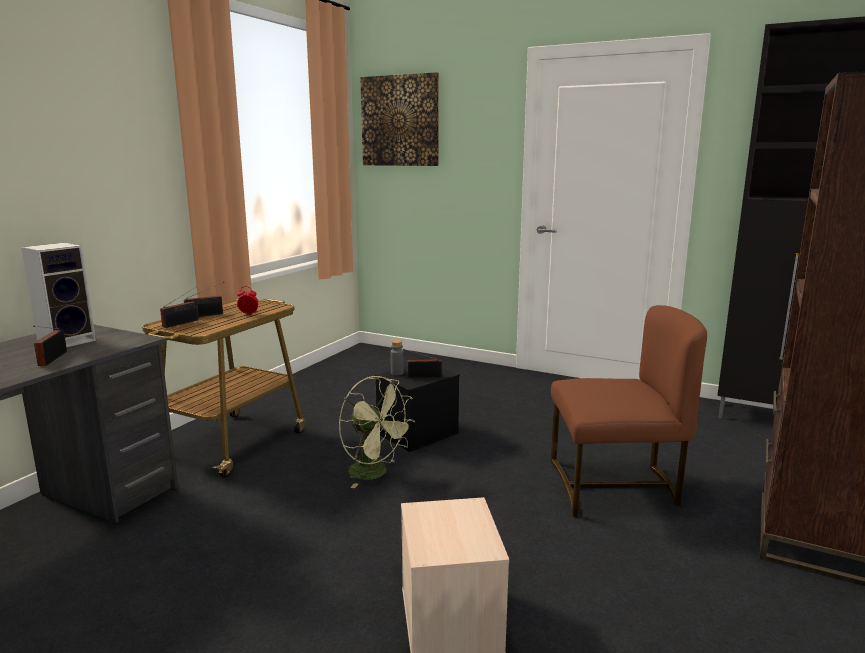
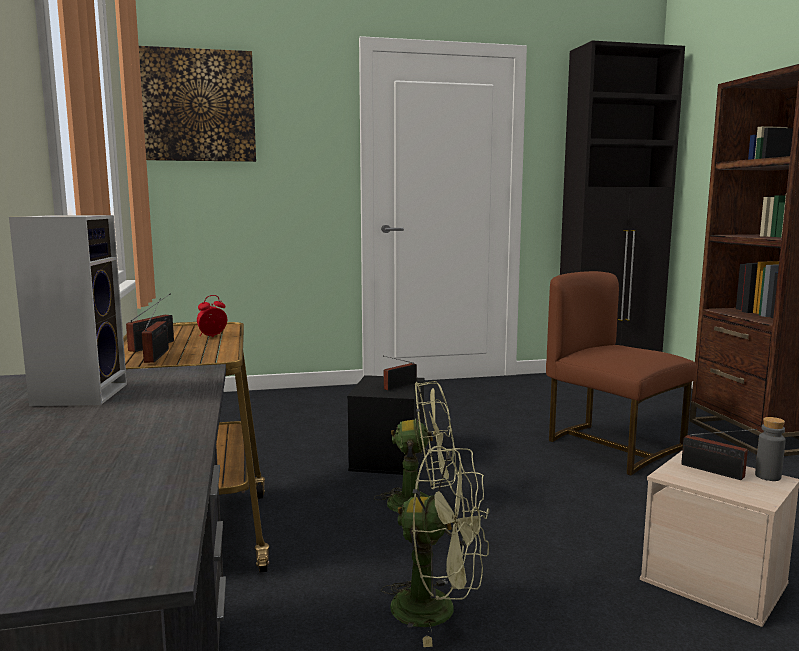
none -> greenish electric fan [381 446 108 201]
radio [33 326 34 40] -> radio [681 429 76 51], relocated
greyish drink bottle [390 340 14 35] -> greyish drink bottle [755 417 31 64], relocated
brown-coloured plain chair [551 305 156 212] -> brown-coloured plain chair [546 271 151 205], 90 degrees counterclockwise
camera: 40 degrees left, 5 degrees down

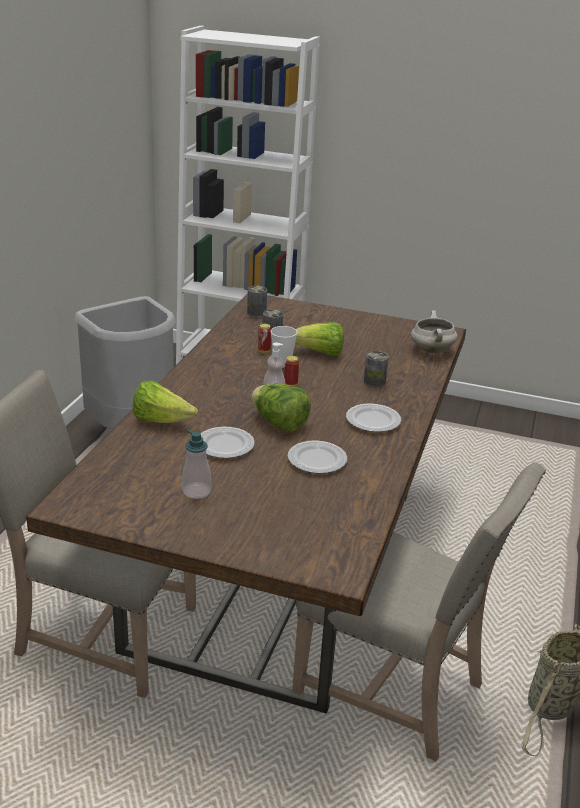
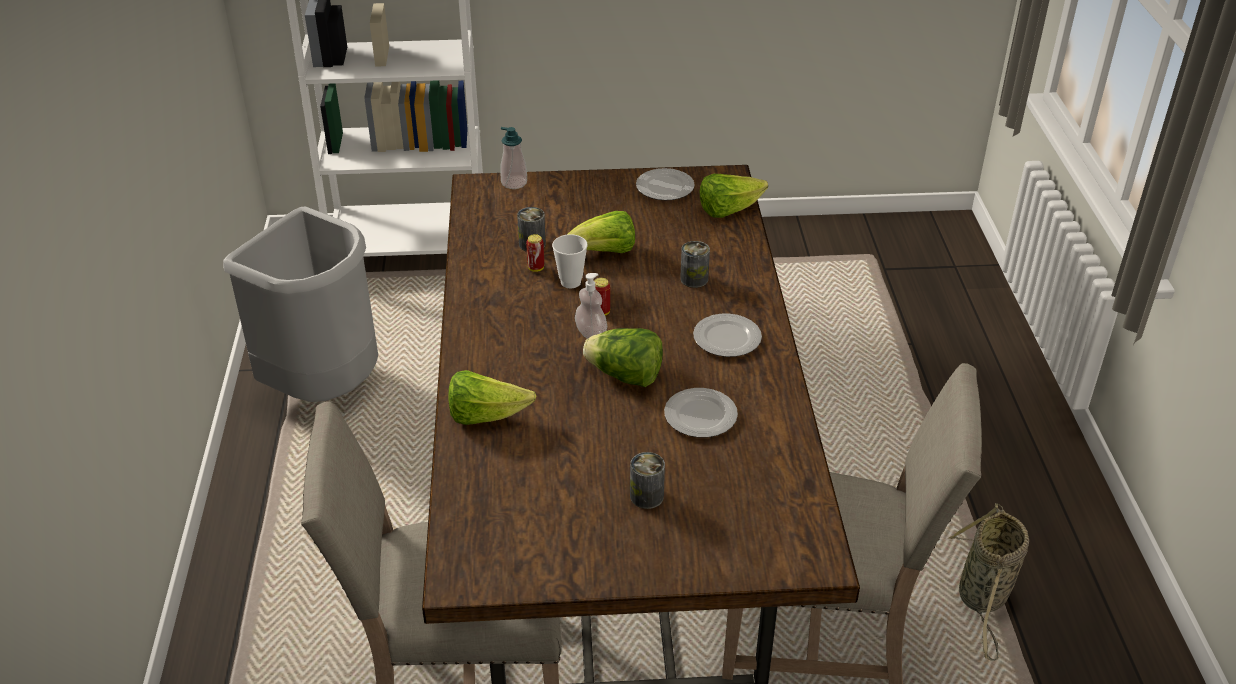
liquid soap bottle [182 429 29 70] -> liquid soap bottle [500 127 27 62], relocated
dinner plate [201 427 54 31] -> dinner plate [636 168 59 32], relocated
can [247 286 20 31] -> can [630 452 35 57], relocated
whitish saucepot [411 310 47 44] -> lettuce [700 174 68 44]
camera: 20 degrees left, 10 degrees up

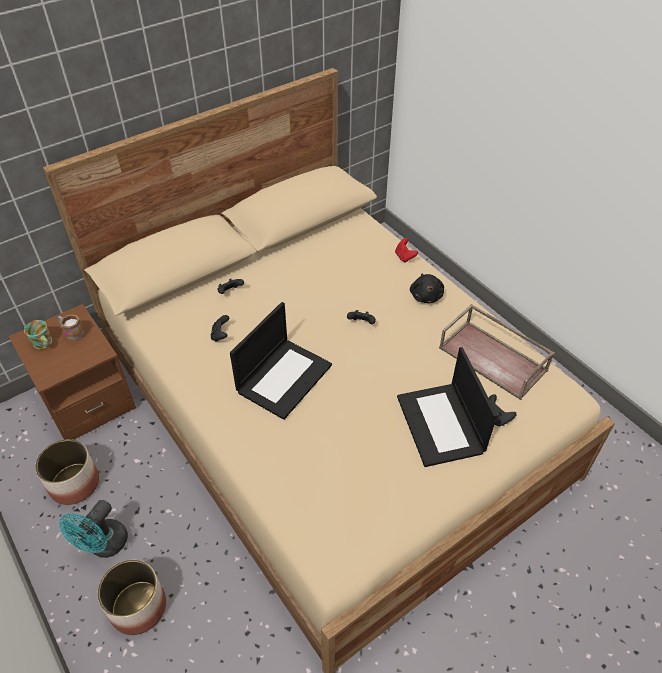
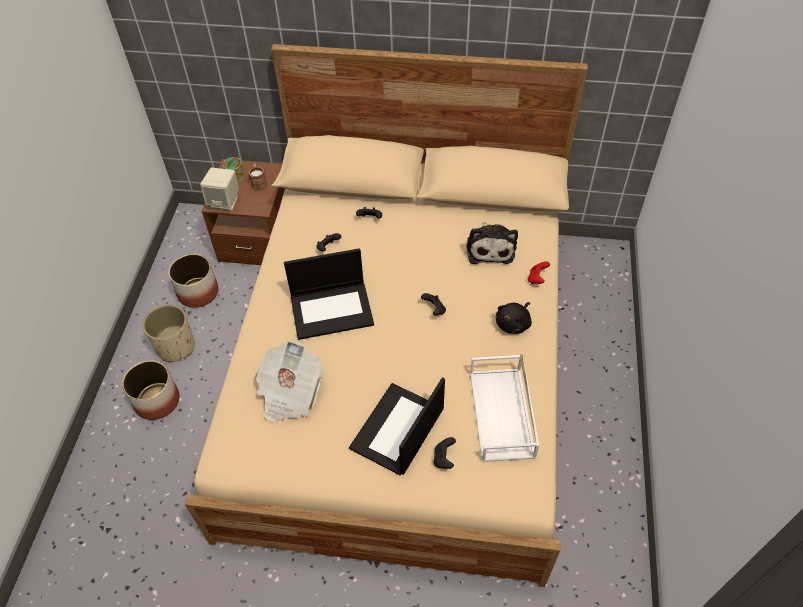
none -> sand-coloured audio speaker [200 168 39 42]
none -> printed paper [255 340 69 82]
none -> soft toy [466 222 52 42]
turquoise electric fan [59 500 69 58] -> sand-coloured flower pot [143 304 52 58]
brown-coloured carrying tray [439 304 115 96] -> whitish carrying tray [470 354 69 108]
camera: 45 degrees right, 5 degrees up

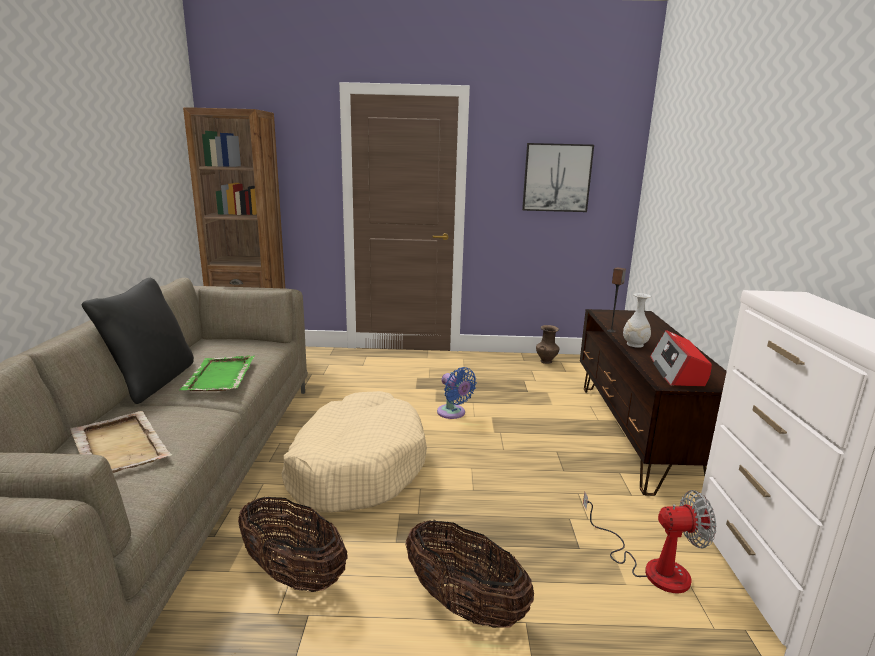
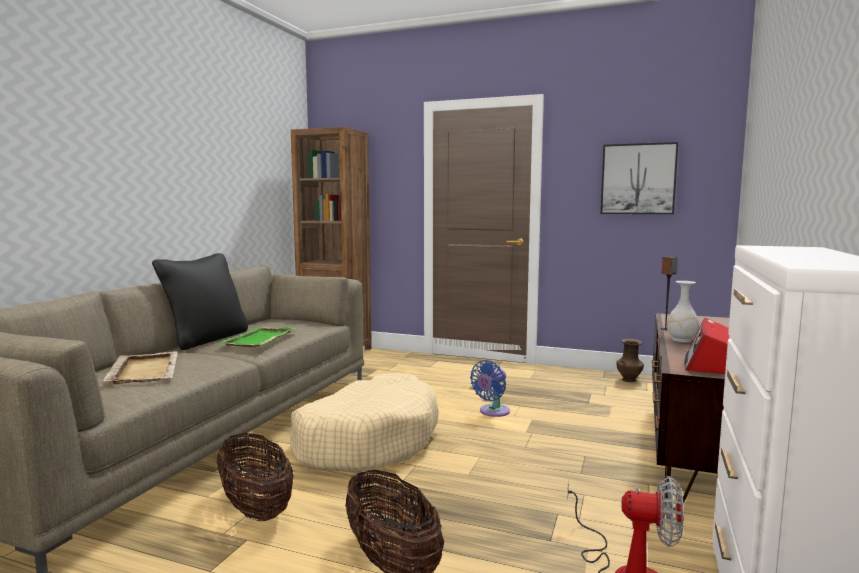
blue electric fan [437 367 40 52] -> blue electric fan [470 360 40 57], 60 degrees clockwise
camera: 20 degrees right, 10 degrees down

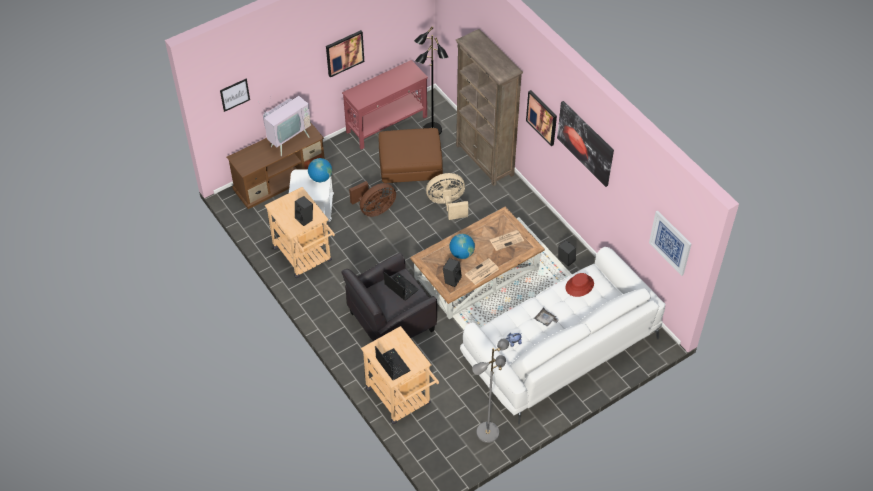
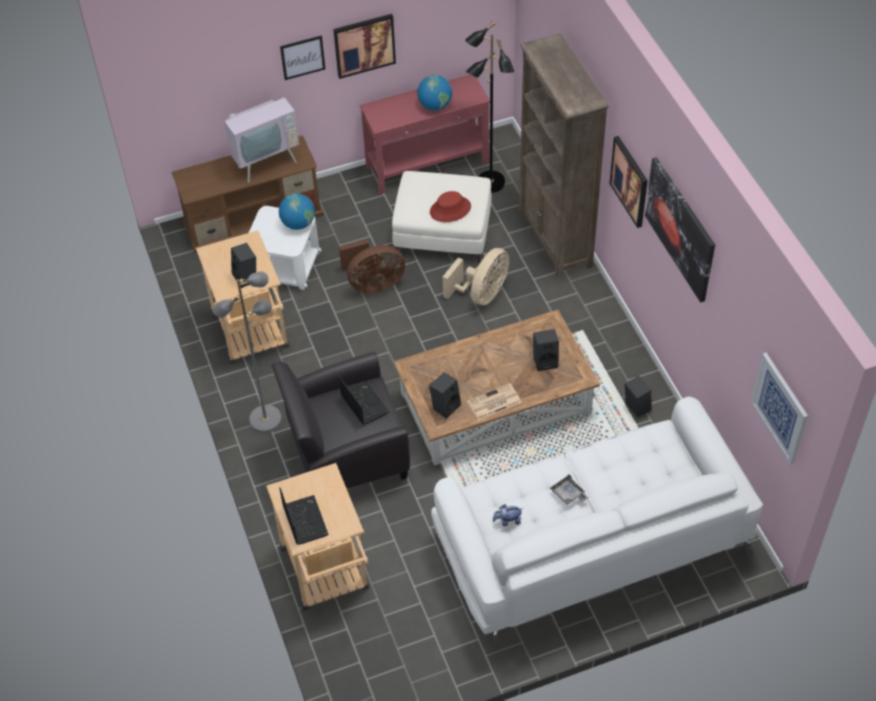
wall picture [220 79 30 33] -> wall picture [280 35 45 45], relocated
desk globe [450 234 25 25] -> desk globe [417 75 35 35], relocated
greyish standard lamp [472 338 37 105] -> greyish standard lamp [213 271 69 162], relocated
reddish hat [565 273 29 24] -> reddish hat [430 191 41 31], relocated
printed paper [490 230 34 21] -> black-coloured audio speaker [533 329 26 42]
brown-coloured ottoman [378 128 65 61] -> whitish ottoman [392 171 100 93]
sand-coloured electric fan [426 173 42 47] -> sand-coloured electric fan [443 248 66 57], 120 degrees clockwise
camera: 15 degrees right, 0 degrees up

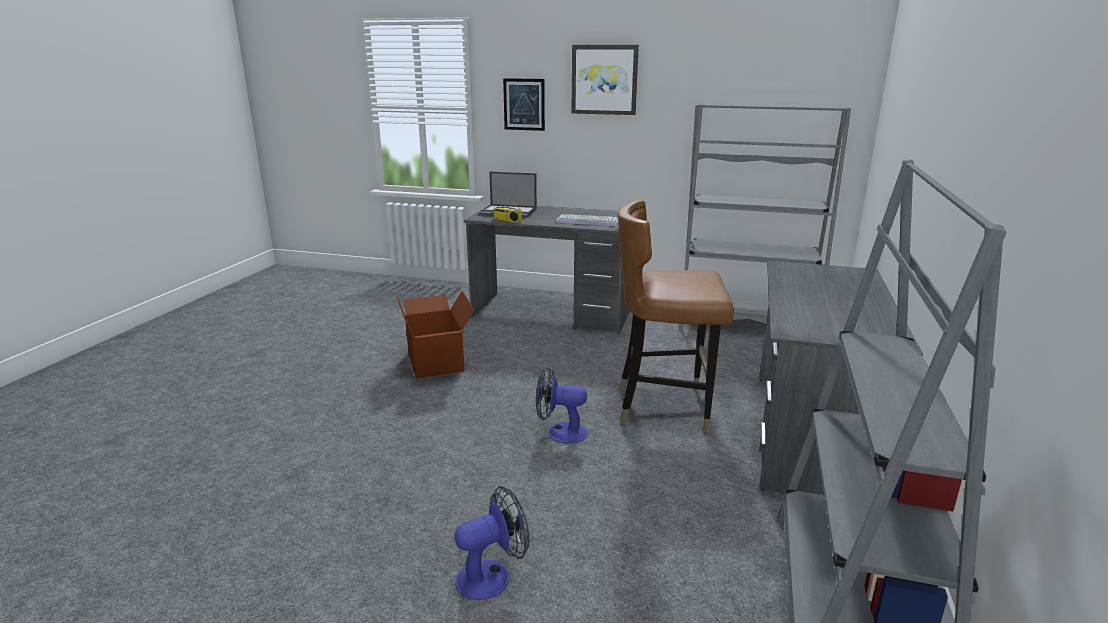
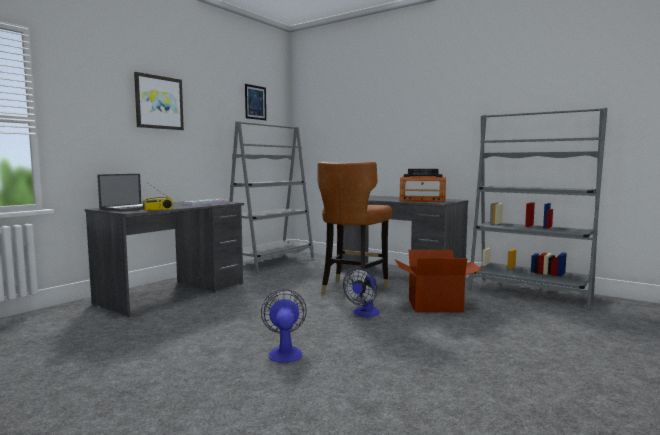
none -> radio [399 169 47 33]
cardboard box [396 291 78 88] -> cardboard box [395 250 88 62], relocated
electric fan [455 486 75 114] -> electric fan [261 289 46 74], relocated
wall picture [503 78 42 53] -> wall picture [245 84 21 36], relocated
camera: 70 degrees left, 15 degrees down

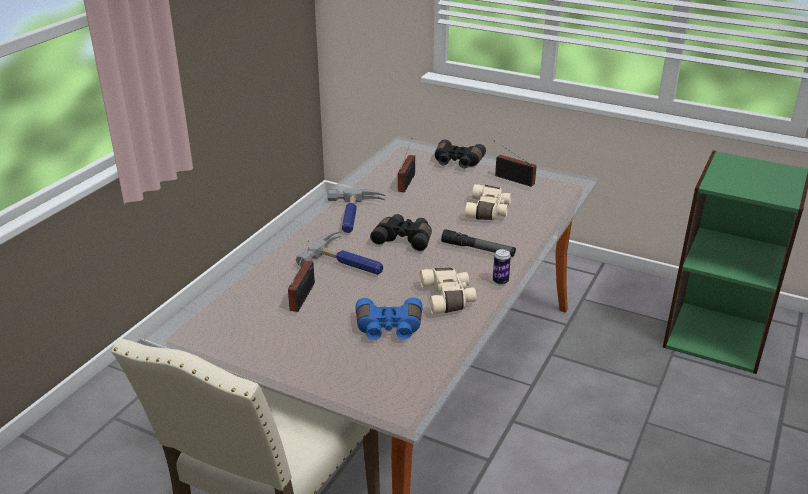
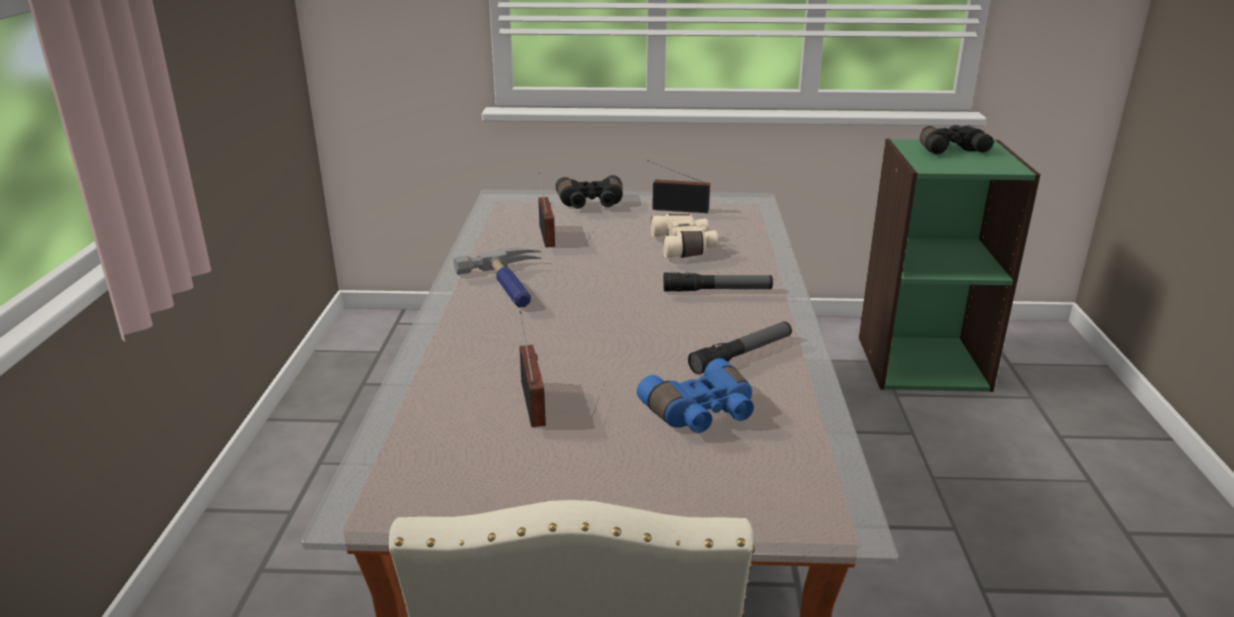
hammer [296 231 87 44] -> none
can [493 249 18 36] -> none
black-coloured field glasses [370 214 62 37] -> black-coloured field glasses [920 125 74 30], relocated
sand-coloured field glasses [420 268 57 46] -> flashlight [688 321 104 53]
camera: 25 degrees left, 5 degrees down

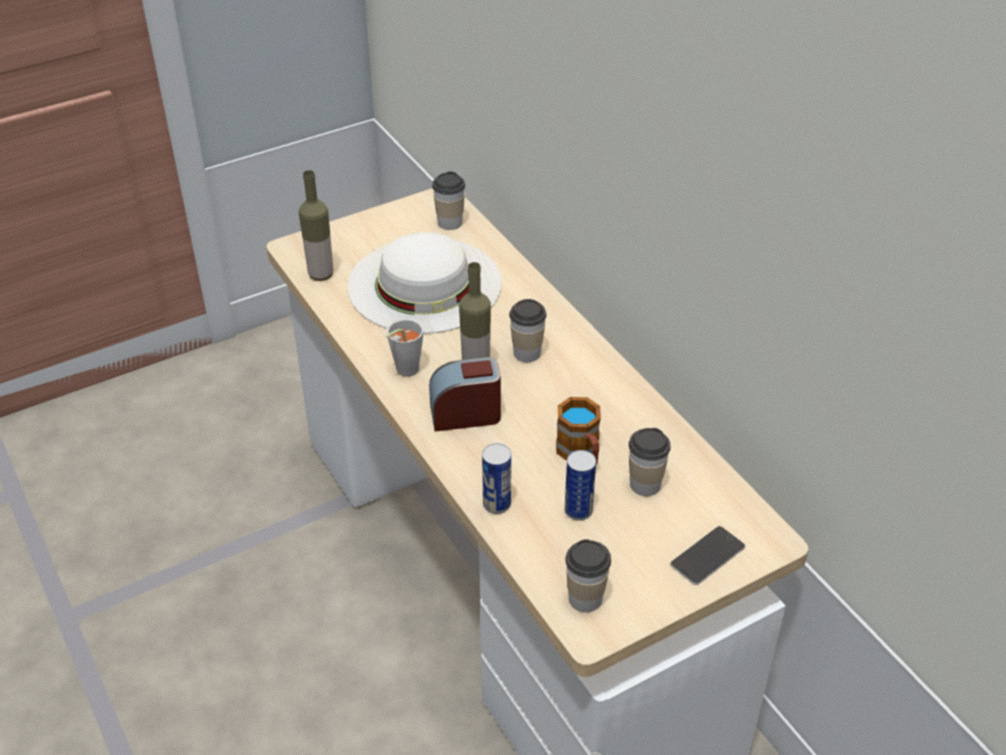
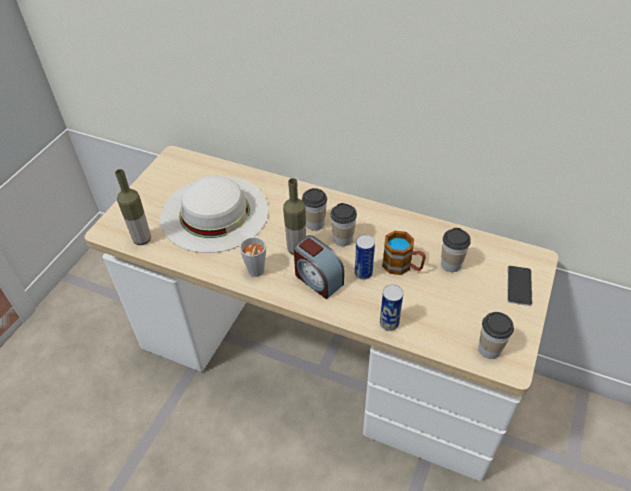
small cup [432 171 33 59] -> small cup [331 203 26 43], relocated
can [565 450 31 71] -> can [355 235 20 45], relocated
alarm clock [429 357 72 75] -> alarm clock [293 235 51 64], 90 degrees counterclockwise
camera: 35 degrees left, 5 degrees up

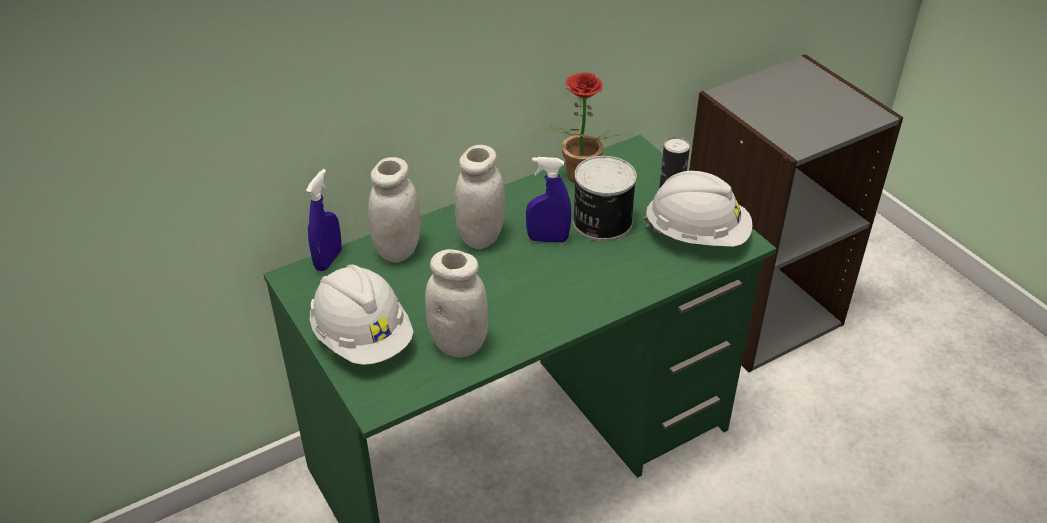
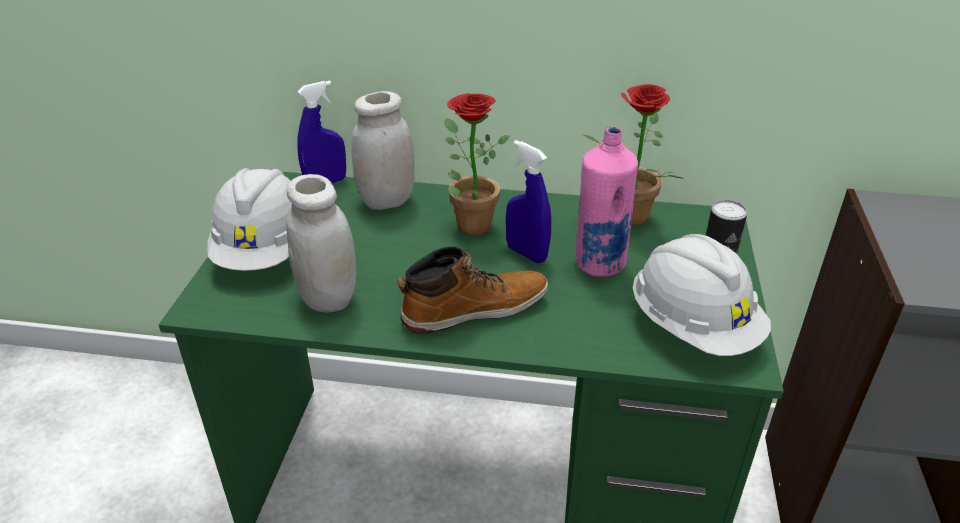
none -> boot [397 247 151 87]
whitish storage jar [455 145 50 104] -> houseplant [444 93 65 143]
can [573 156 64 85] -> pink drink bottle [576 126 62 151]
camera: 40 degrees right, 5 degrees down

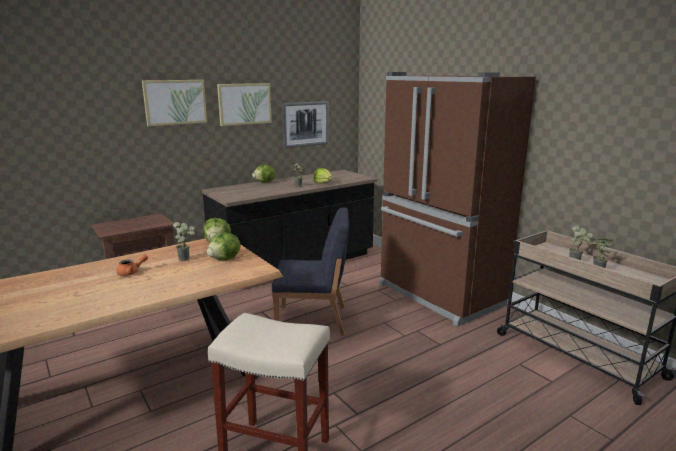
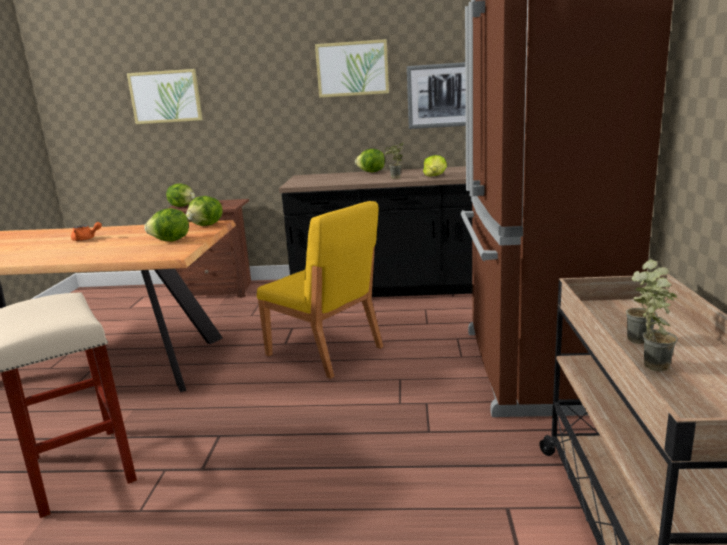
houseplant [173 222 22 39] -> none
none -> lettuce [166 183 29 24]
wall picture [142 80 65 46] -> wall picture [127 69 76 55], relocated
blue plain chair [272 208 77 128] -> yellow plain chair [257 201 126 178]
camera: 40 degrees right, 0 degrees up

